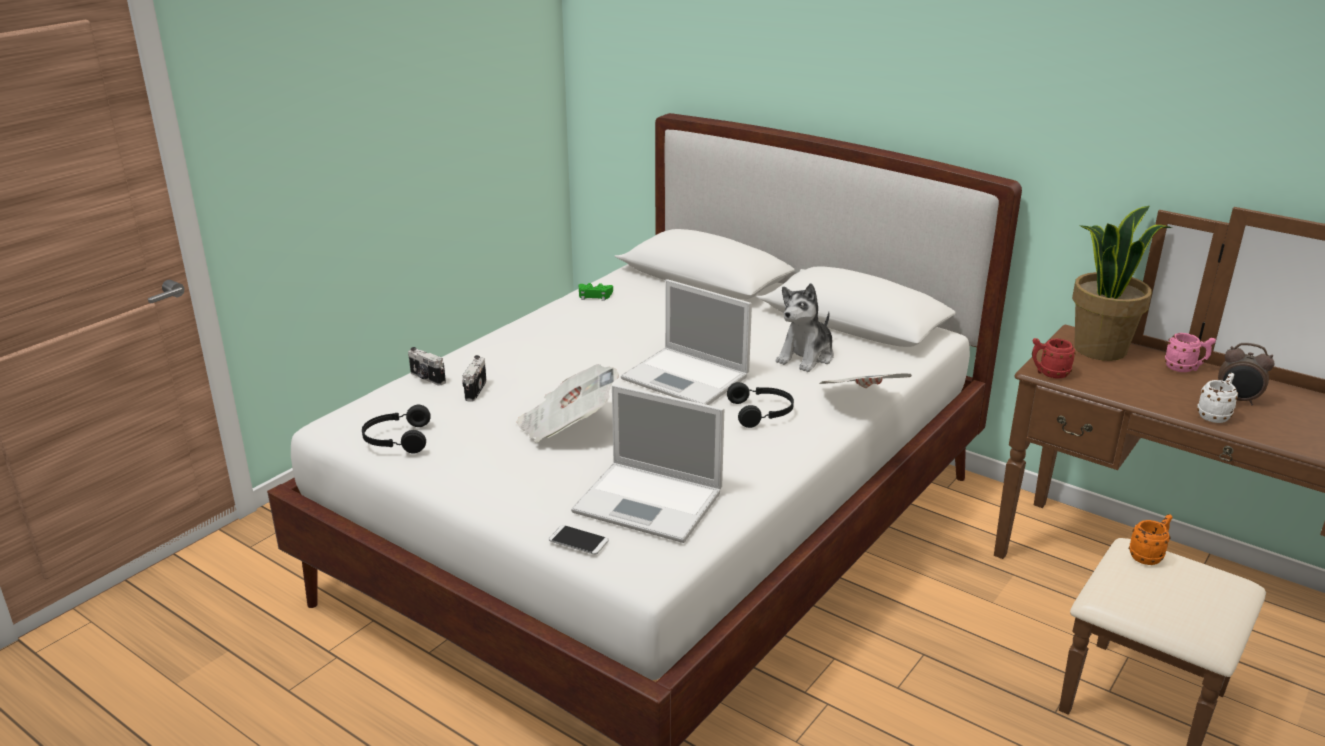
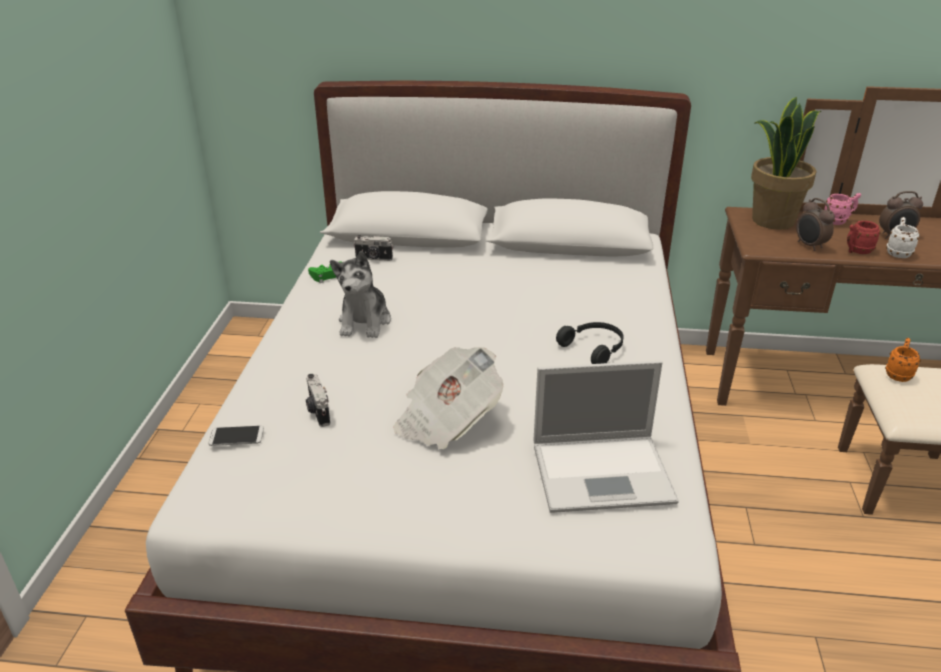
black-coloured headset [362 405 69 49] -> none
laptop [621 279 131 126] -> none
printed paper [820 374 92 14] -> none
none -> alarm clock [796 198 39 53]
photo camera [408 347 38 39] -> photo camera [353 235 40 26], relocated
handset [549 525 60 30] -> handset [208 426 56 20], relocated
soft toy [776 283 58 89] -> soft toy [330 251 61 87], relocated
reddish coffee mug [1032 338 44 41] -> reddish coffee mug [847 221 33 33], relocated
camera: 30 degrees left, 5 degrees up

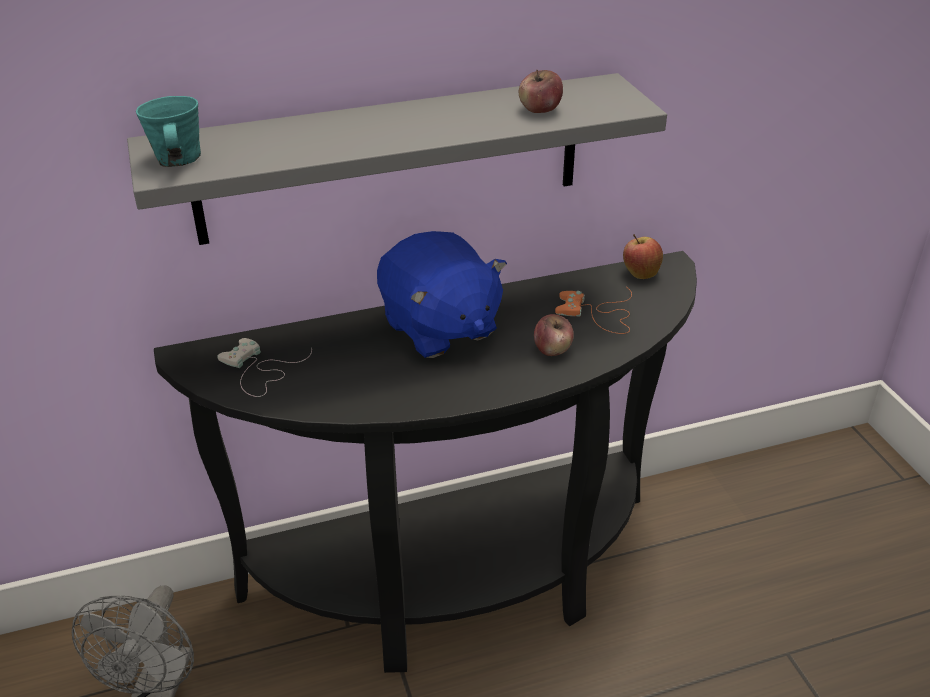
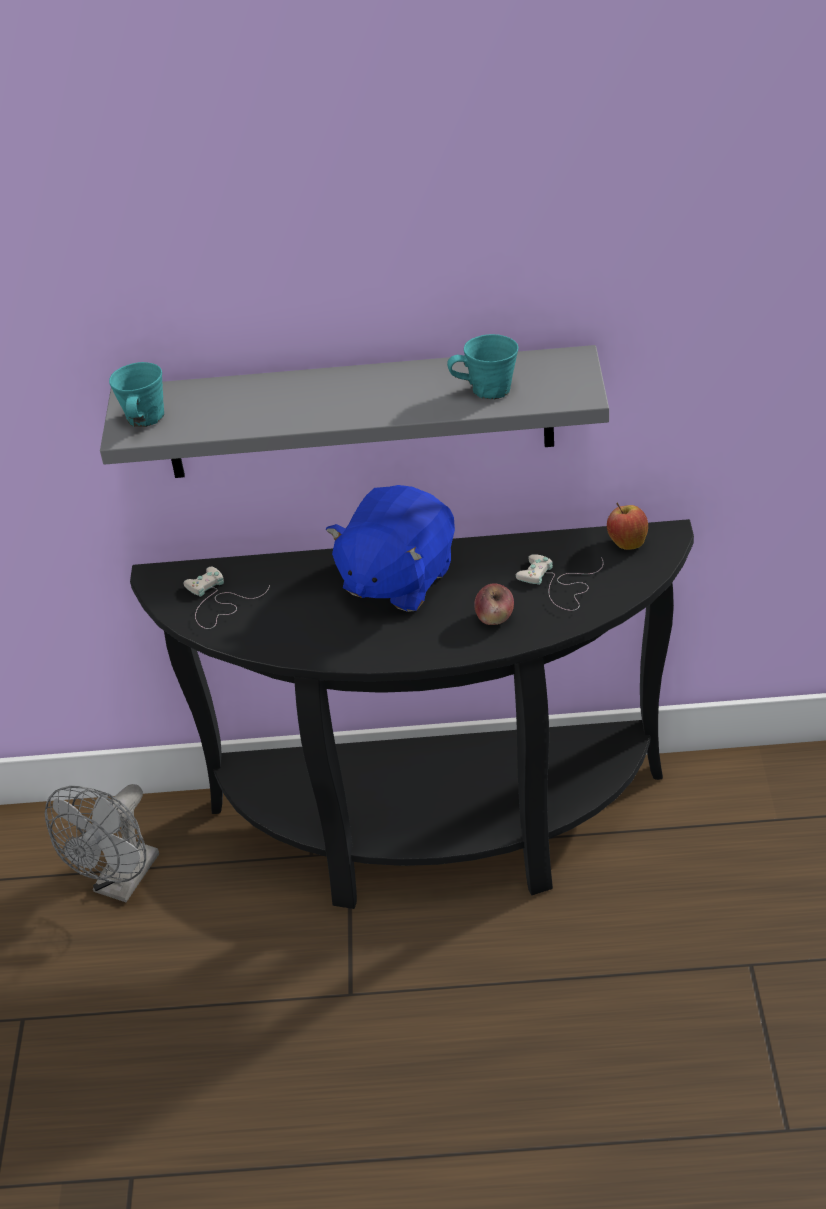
whole apple [519 70 44 43] -> turquoise coffee mug [447 334 71 65]
orange-coloured joypad [555 287 77 47] -> whitish joypad [516 554 87 57]
blue soft toy [377 231 130 127] -> blue soft toy [326 485 129 127], 45 degrees clockwise
camera: 20 degrees right, 5 degrees up

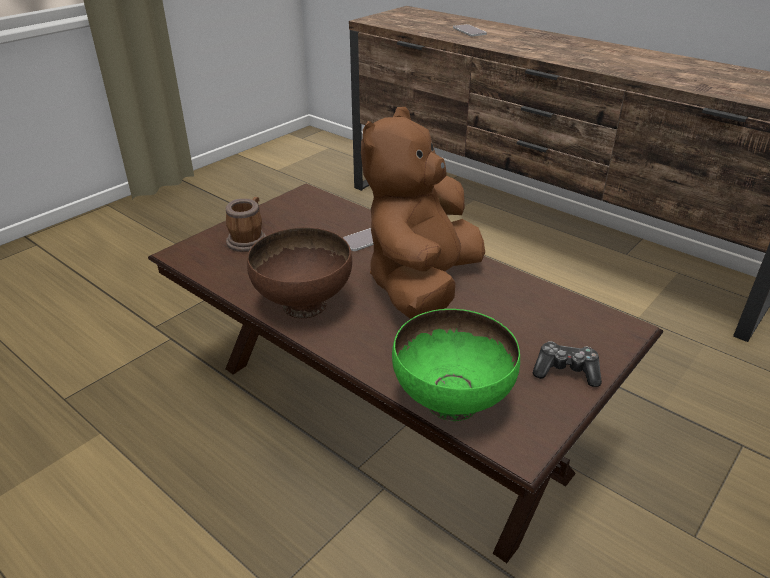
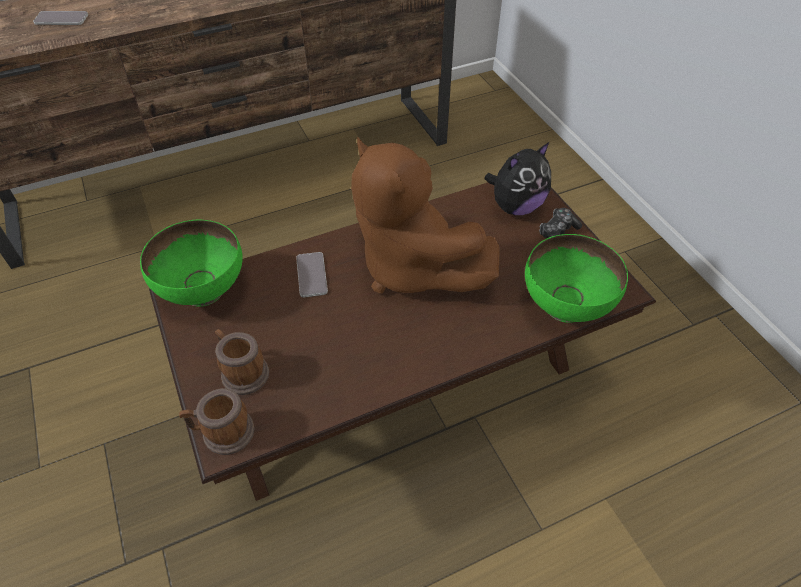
brown-coloured bowl [247 227 105 91] -> none
none -> greenish bowl [140 220 103 87]
none -> coffee mug [179 388 75 67]
none -> soft toy [484 142 67 73]
camera: 65 degrees left, 15 degrees up

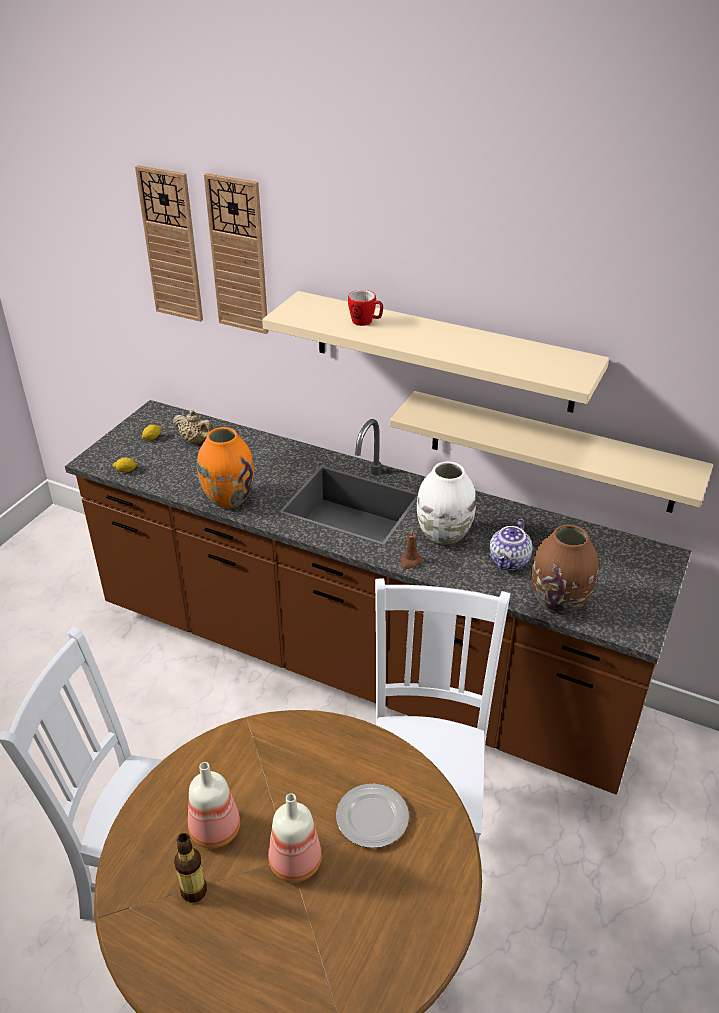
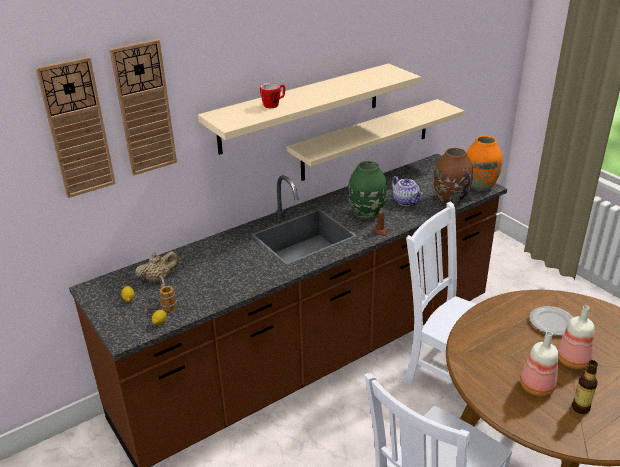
none -> coffee mug [159 276 18 35]
orange-coloured flower vase [197 427 57 81] -> orange-coloured flower vase [466 136 36 55], relocated
whitish flower vase [417 462 59 84] -> greenish flower vase [348 161 39 58]
camera: 60 degrees left, 5 degrees down

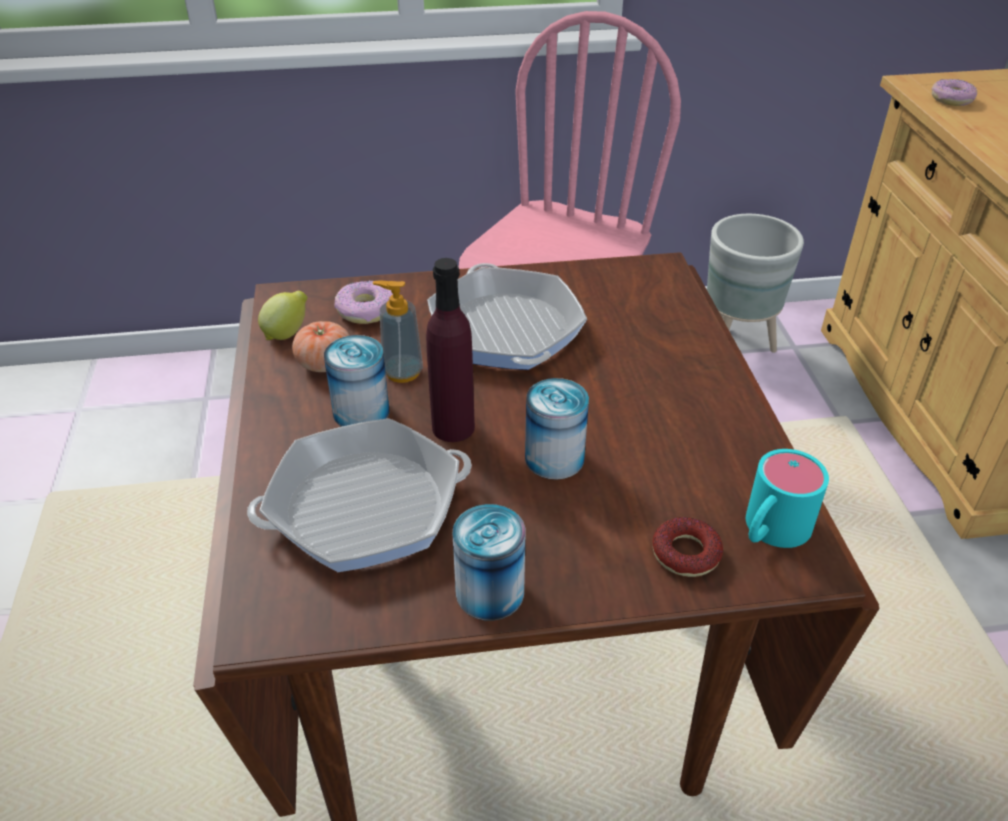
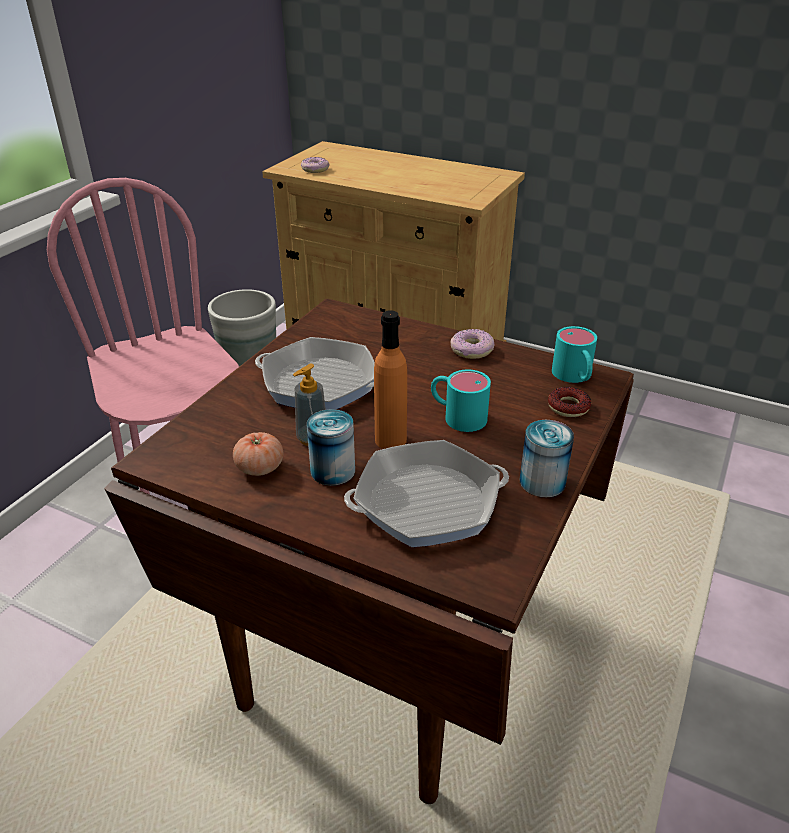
lemon [258 291 49 49] -> none
ring doughnut [334 281 59 43] -> ring doughnut [451 329 43 30], relocated
can [525 378 64 102] -> turquoise coffee mug [431 370 60 62]
purple drink bottle [426 258 49 184] -> orange-coloured drink bottle [374 310 33 139]
frying pan [247 418 225 154] -> frying pan [344 440 165 107], 120 degrees counterclockwise
camera: 55 degrees left, 5 degrees down

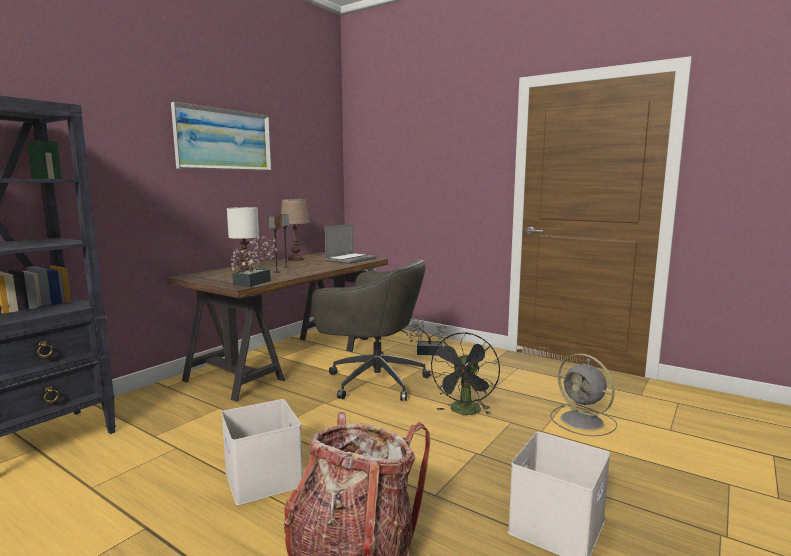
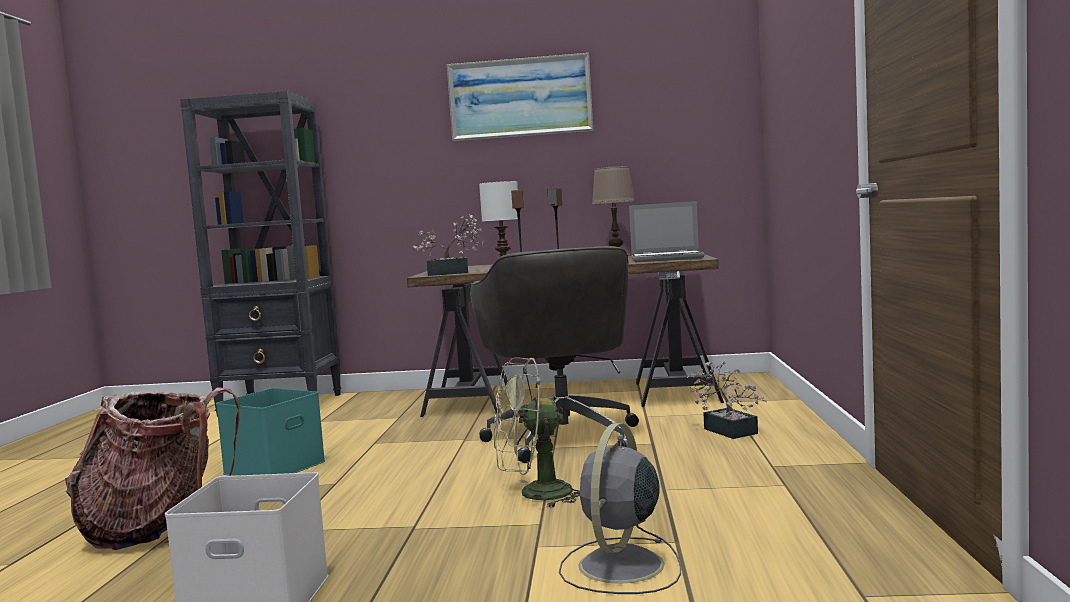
whitish storage container [221 399 82 106] -> turquoise storage container [216 388 109 88]
black-coloured electric fan [430 332 70 83] -> greenish electric fan [494 357 86 151]
camera: 60 degrees right, 5 degrees down

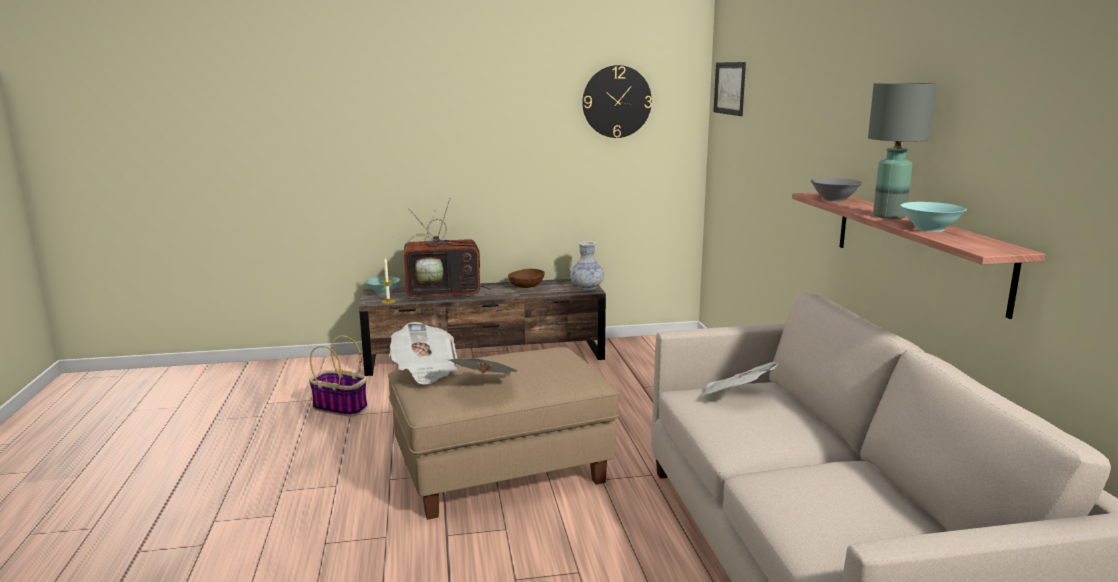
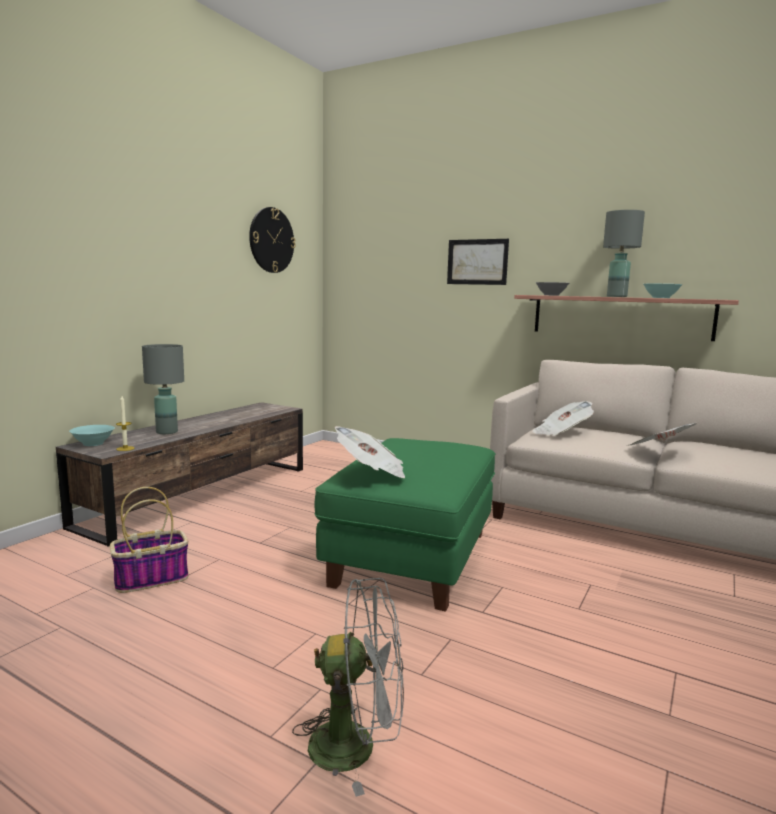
brown-coloured bowl [508 269 37 19] -> none
flower vase [570 241 34 49] -> none
none -> greyish electric fan [292 578 112 219]
printed paper [449 358 68 15] -> printed paper [627 422 70 24], relocated
wall picture [713 62 33 54] -> wall picture [447 239 62 46], relocated
TV set [404 198 89 102] -> greyish table lamp [142 344 42 90]
sand-coloured ottoman [388 347 231 173] -> greenish ottoman [314 438 182 174]
camera: 50 degrees left, 5 degrees down

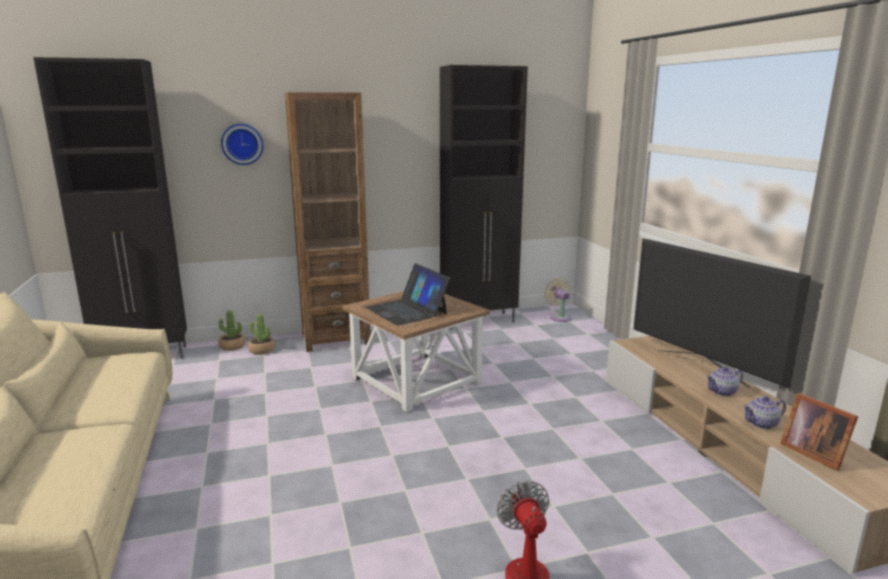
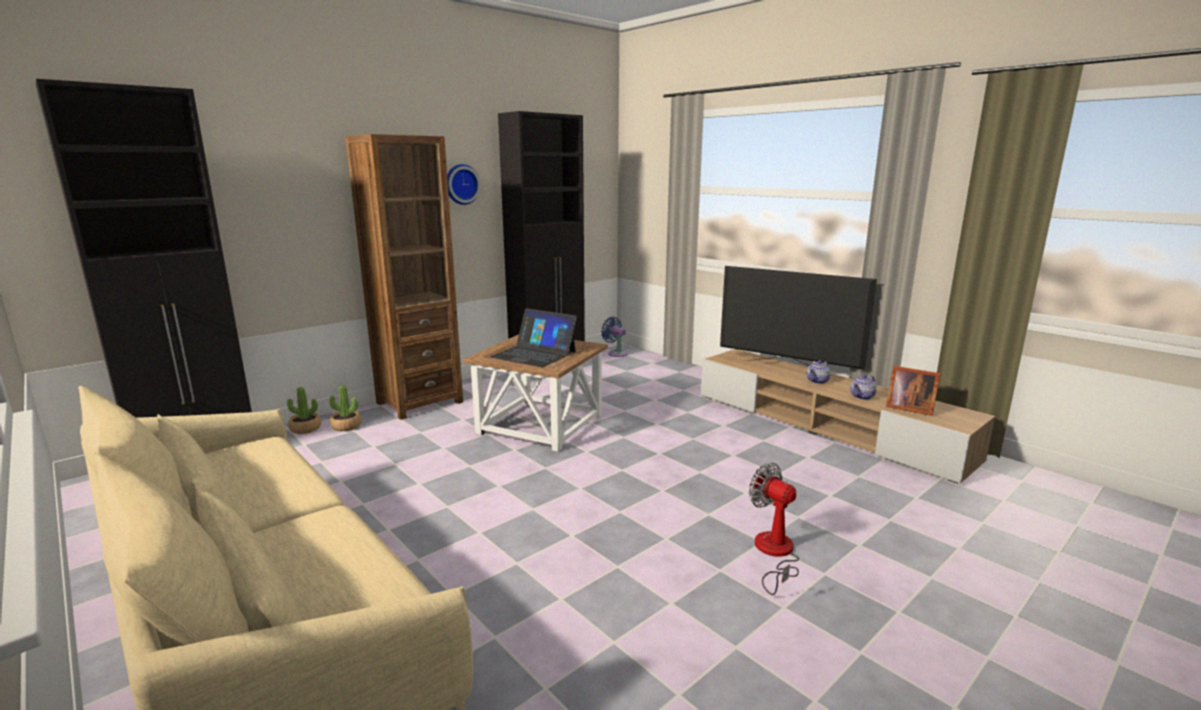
hanging clock [221 124 43 41] -> hanging clock [447 164 34 41], relocated
sand-coloured electric fan [544 278 28 44] -> blue electric fan [601 317 27 40]
camera: 25 degrees left, 0 degrees up

